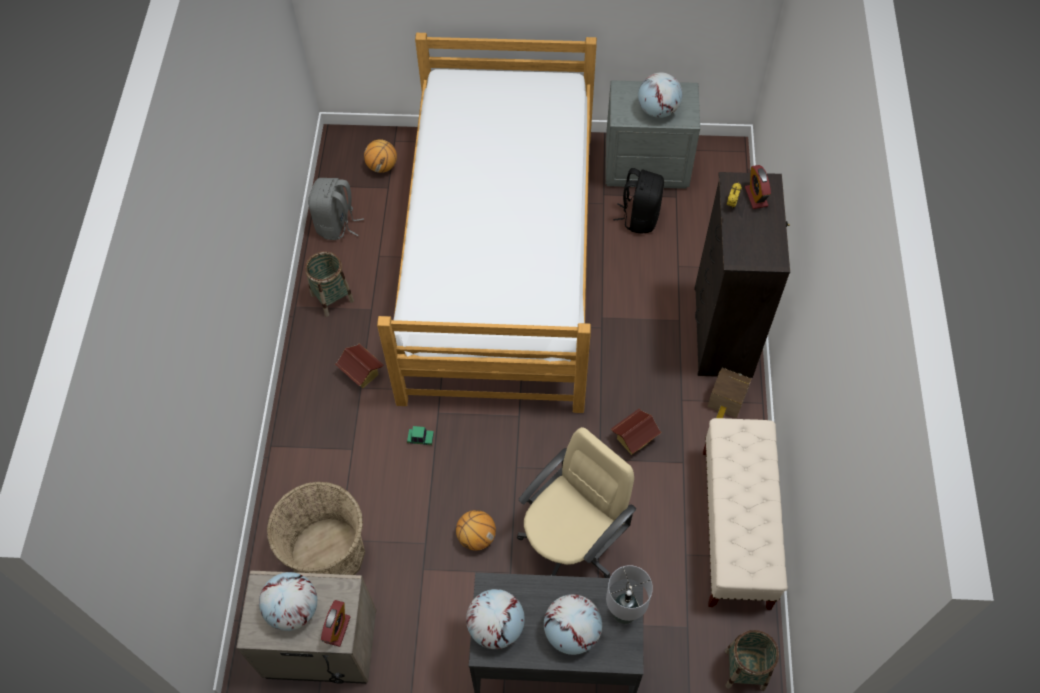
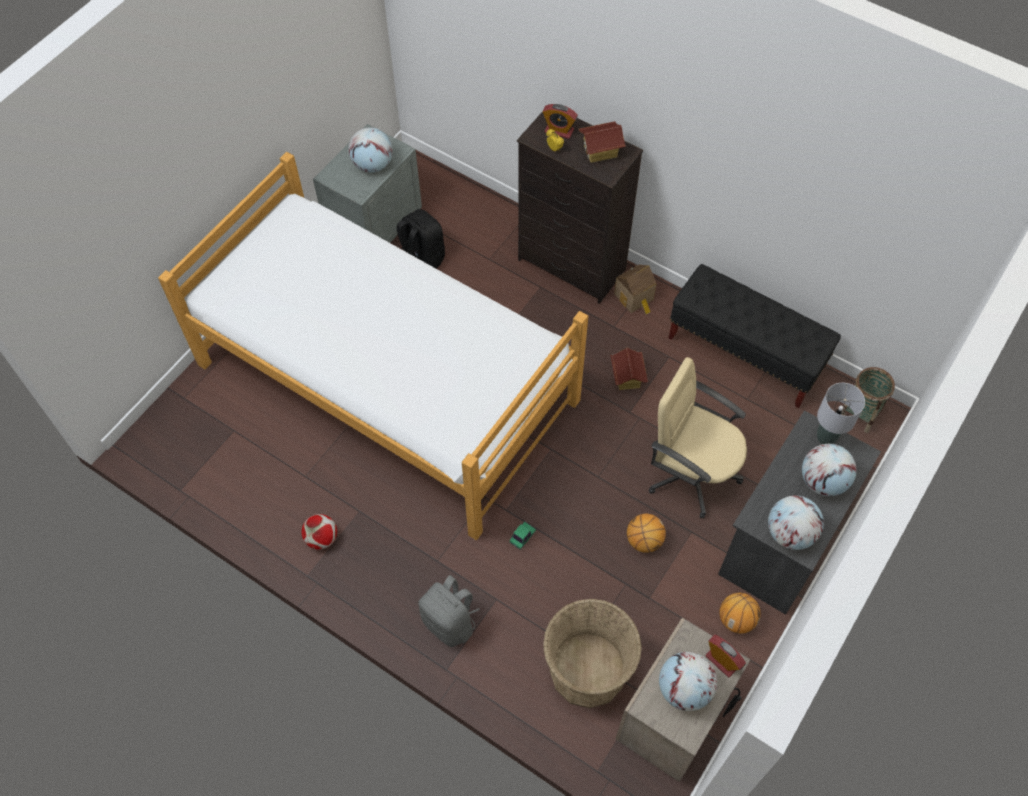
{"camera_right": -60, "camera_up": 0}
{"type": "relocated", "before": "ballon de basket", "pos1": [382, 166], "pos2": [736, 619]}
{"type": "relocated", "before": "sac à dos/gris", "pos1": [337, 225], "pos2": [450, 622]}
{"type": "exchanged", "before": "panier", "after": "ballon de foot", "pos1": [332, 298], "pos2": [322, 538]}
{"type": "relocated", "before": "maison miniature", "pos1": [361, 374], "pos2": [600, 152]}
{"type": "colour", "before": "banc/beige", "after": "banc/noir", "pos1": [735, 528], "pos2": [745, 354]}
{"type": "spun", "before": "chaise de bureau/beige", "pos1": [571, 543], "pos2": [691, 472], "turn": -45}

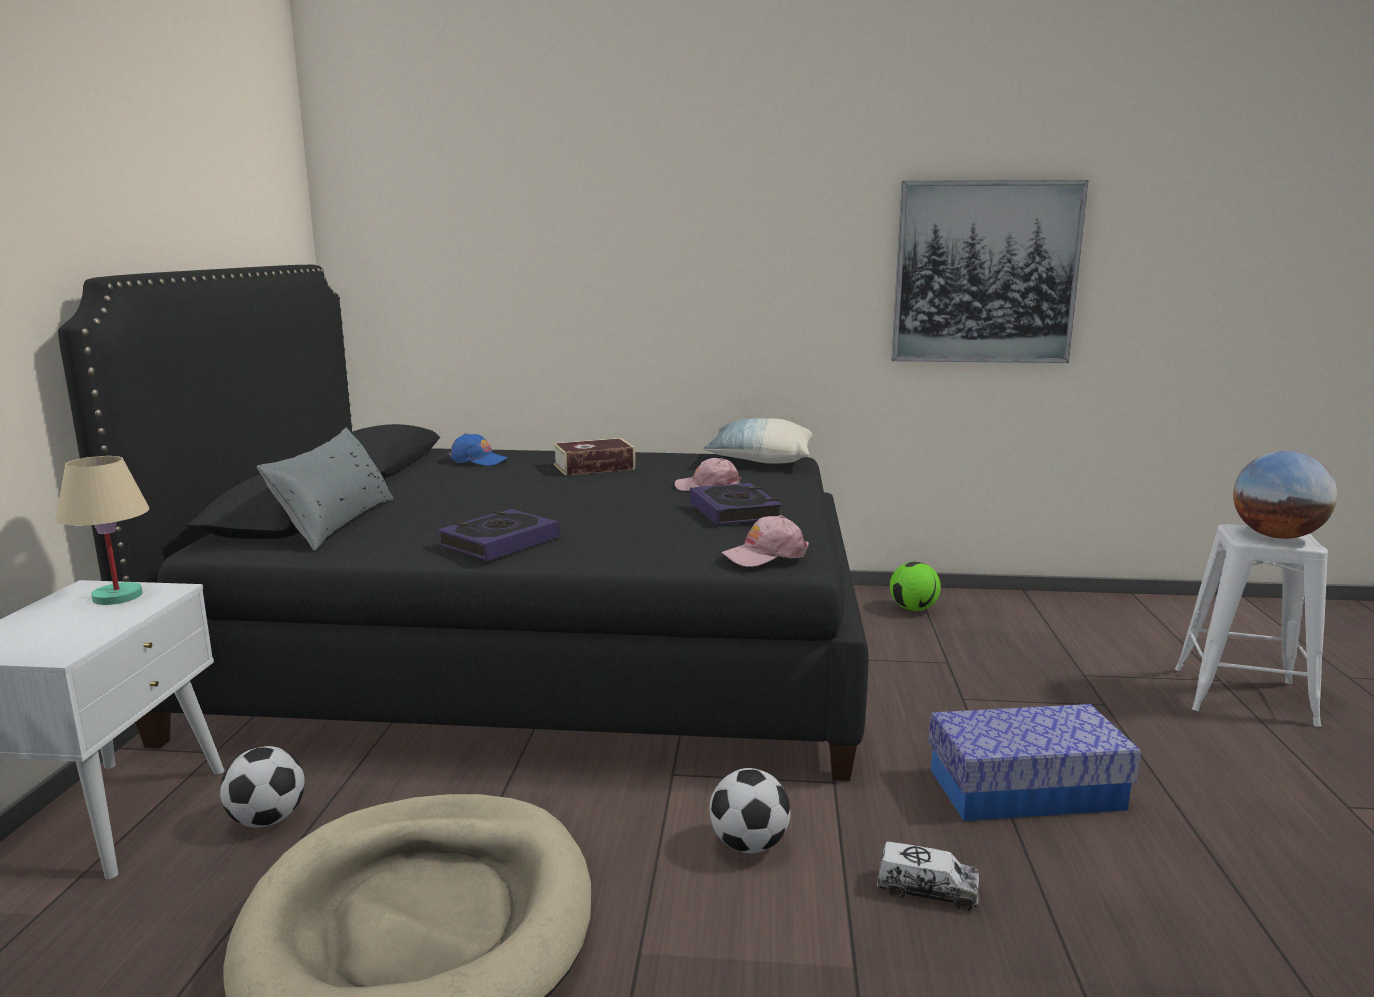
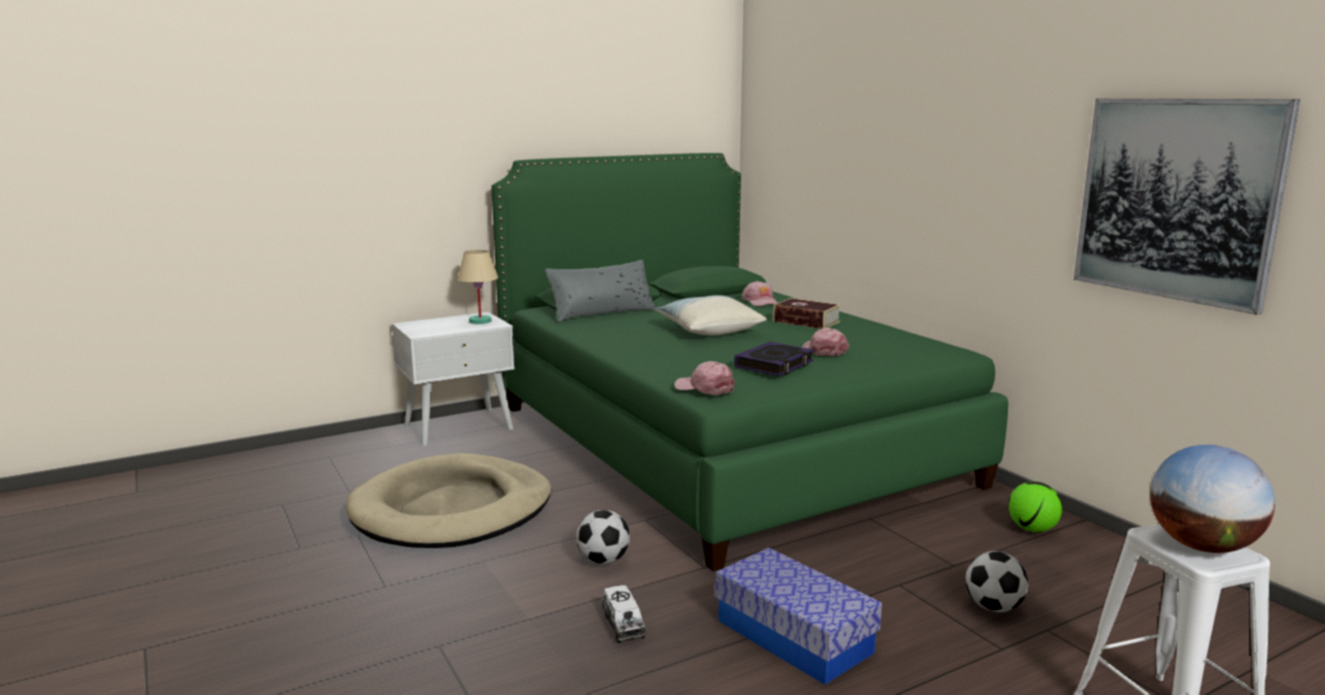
{"camera_right": 55, "camera_up": 0}
{"type": "colour", "before": "lit/noir", "after": "lit/vert", "pos1": [541, 655], "pos2": [721, 443]}
{"type": "relocated", "before": "coussin", "pos1": [760, 460], "pos2": [709, 330]}
{"type": "colour", "before": "casquette/bleu", "after": "casquette/rose", "pos1": [478, 460], "pos2": [760, 302]}
{"type": "missing", "before": "livre", "pos1": [499, 542]}
{"type": "relocated", "before": "ballon de foot", "pos1": [267, 820], "pos2": [993, 607]}

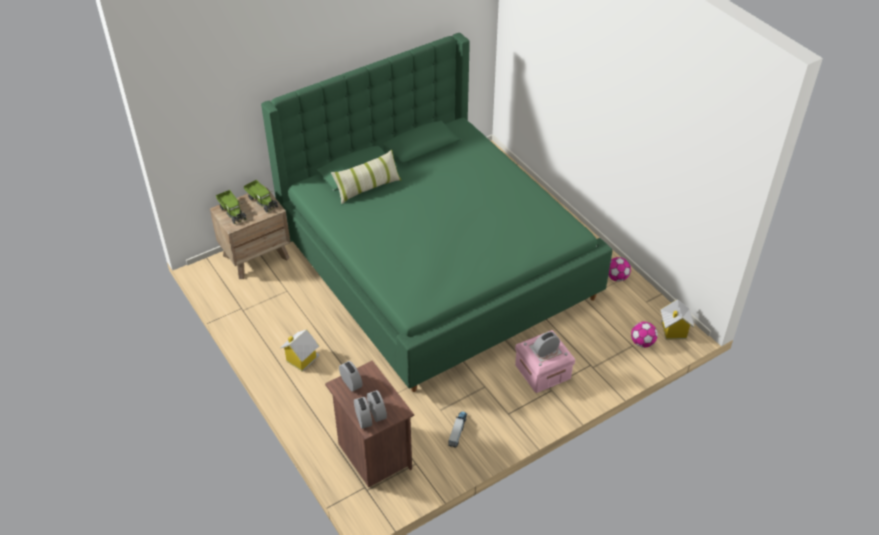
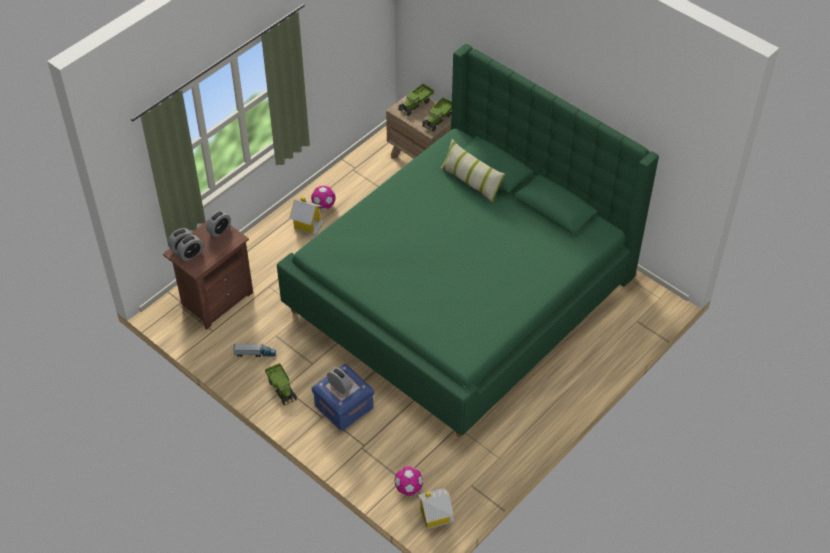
{"camera_right": 75, "camera_up": 5}
{"type": "relocated", "before": "ballon de foot", "pos1": [616, 277], "pos2": [324, 205]}
{"type": "colour", "before": "boîte de rangement/rose", "after": "boîte de rangement/bleu", "pos1": [543, 371], "pos2": [344, 406]}
{"type": "appeared", "after": "camion jouet", "pos2": [282, 388]}

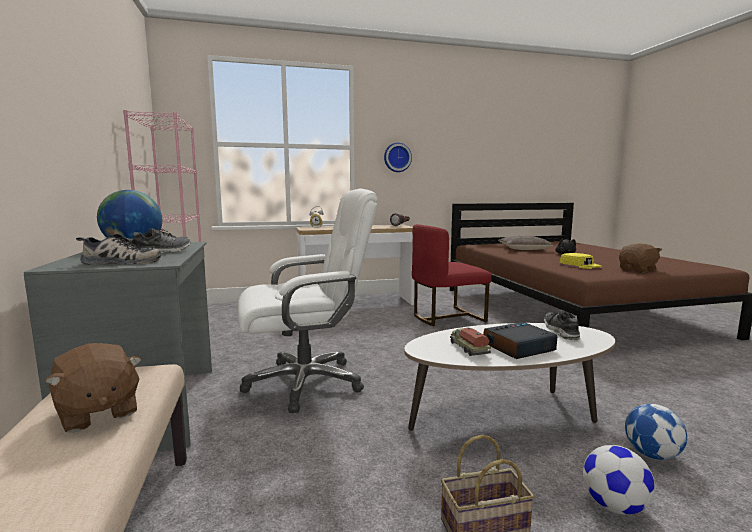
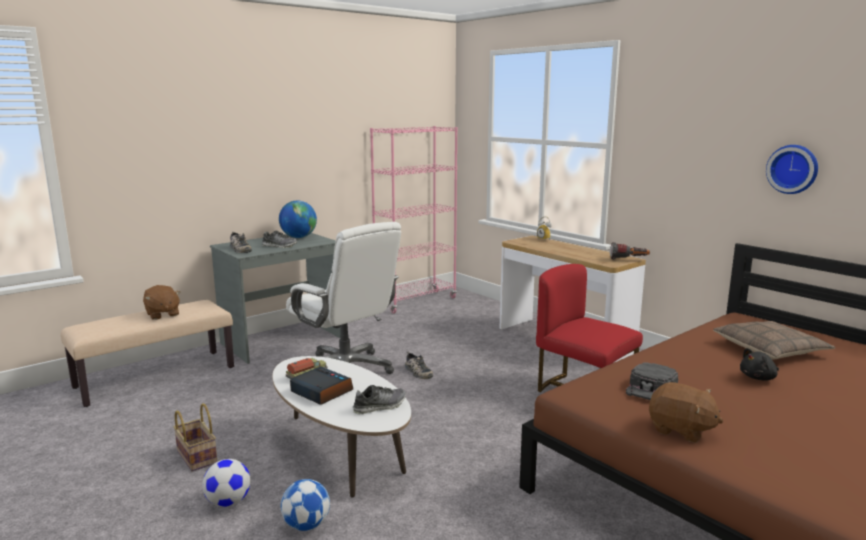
{"camera_right": 65, "camera_up": 5}
{"type": "relocated", "before": "horloge murale", "pos1": [397, 157], "pos2": [793, 169]}
{"type": "colour", "before": "casquette/jaune", "after": "casquette/noir", "pos1": [580, 265], "pos2": [651, 388]}
{"type": "spun", "before": "peluche/marron", "pos1": [97, 412], "pos2": [162, 314], "turn": -60}
{"type": "appeared", "after": "chaussure", "pos2": [417, 372]}

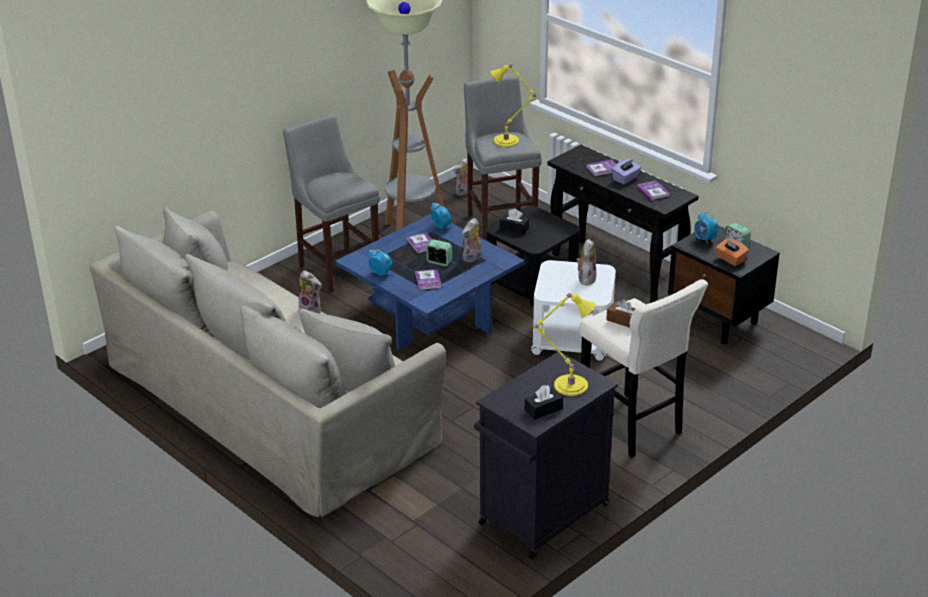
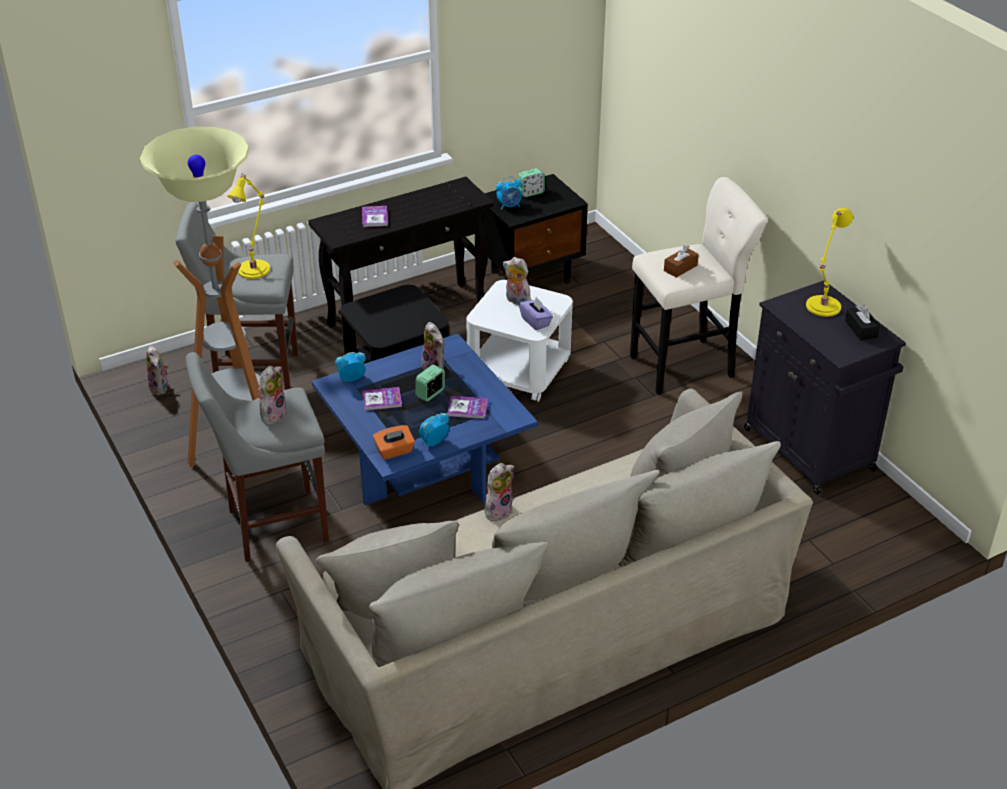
{"camera_right": -75, "camera_up": 5}
{"type": "relocated", "before": "boîte à mouchoirs/violet", "pos1": [625, 179], "pos2": [536, 321]}
{"type": "missing", "before": "livre", "pos1": [652, 191]}
{"type": "missing", "before": "boîte à mouchoirs/noir", "pos1": [514, 229]}
{"type": "relocated", "before": "boîte à mouchoirs/orange", "pos1": [730, 259], "pos2": [394, 451]}
{"type": "appeared", "after": "peluche", "pos2": [273, 414]}

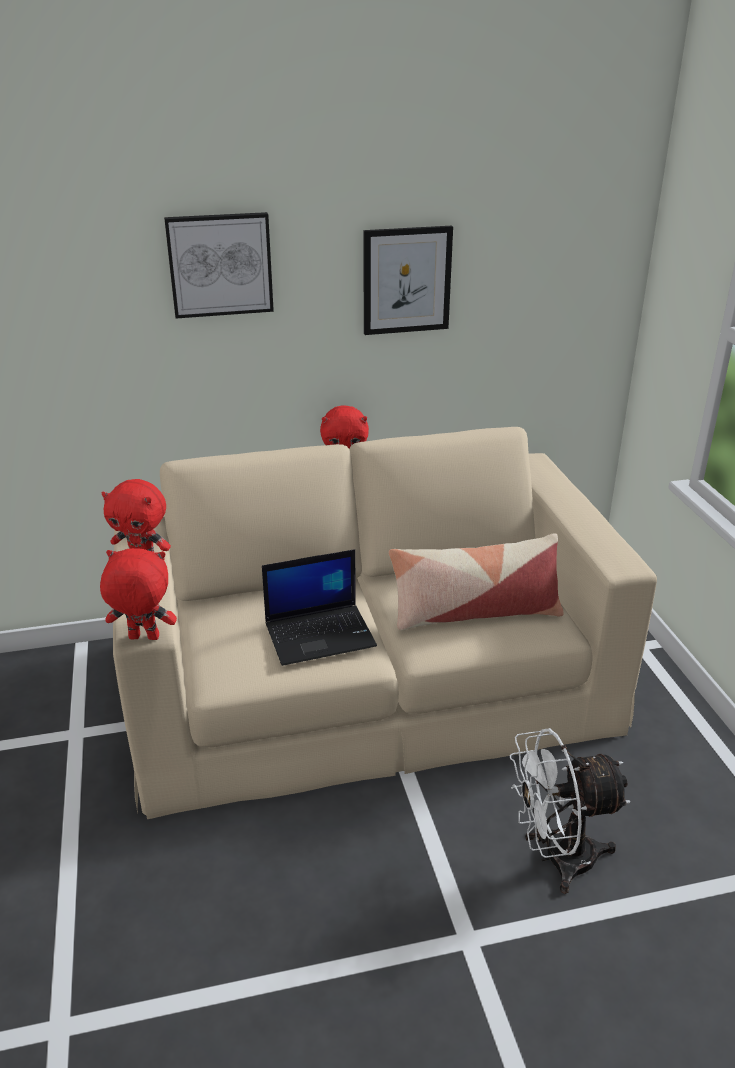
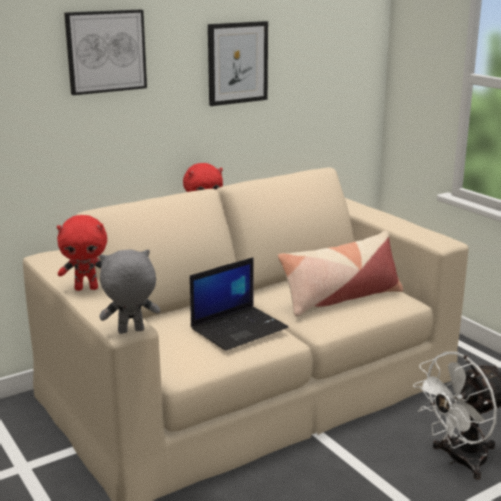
{"camera_right": -20, "camera_up": -10}
{"type": "colour", "before": "peluche/rouge", "after": "peluche/gris", "pos1": [143, 638], "pos2": [130, 332]}

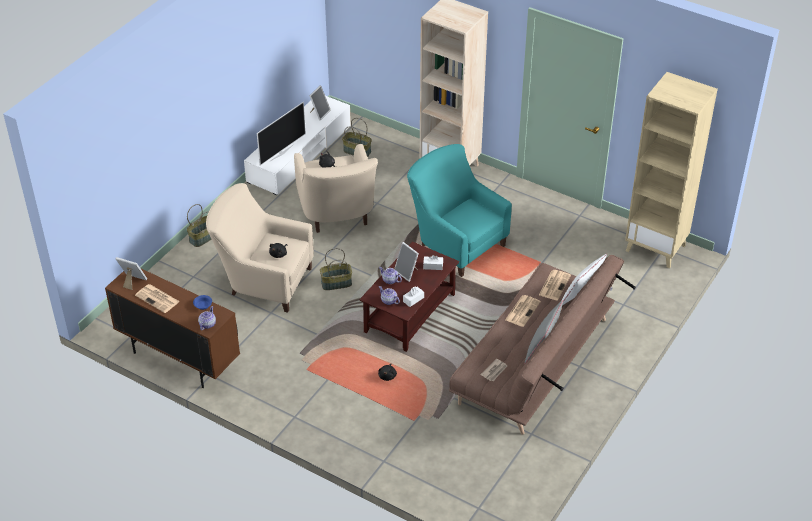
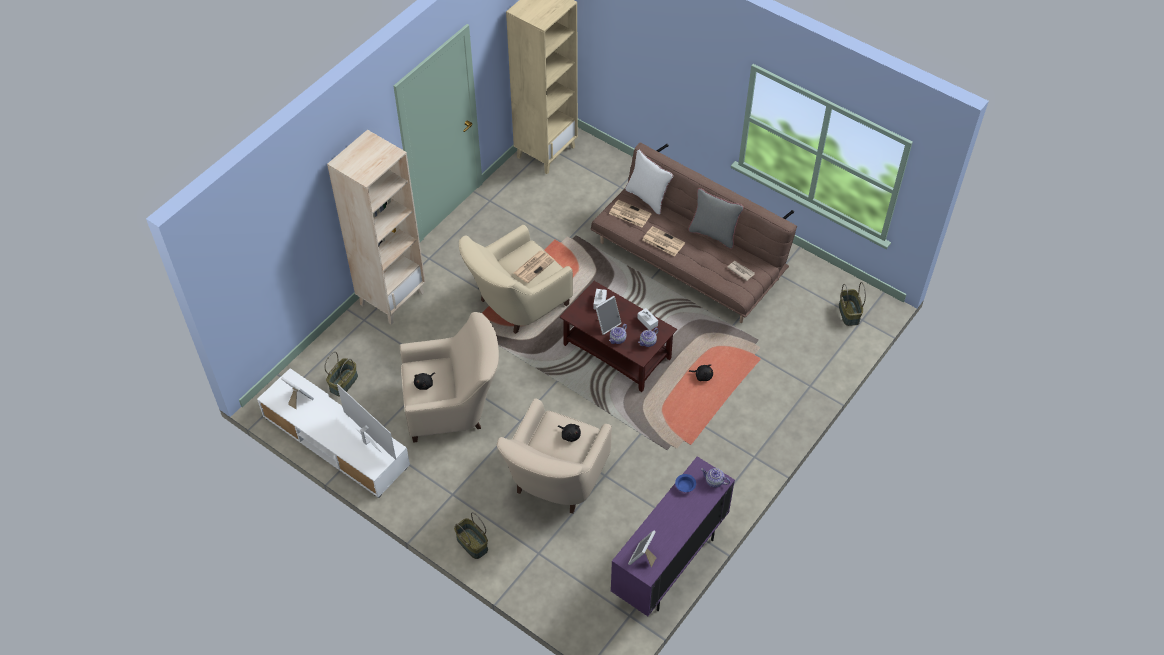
{"camera_right": -85, "camera_up": 10}
{"type": "colour", "before": "fauteuil/turquoise", "after": "fauteuil/beige", "pos1": [455, 242], "pos2": [516, 305]}
{"type": "relocated", "before": "panier", "pos1": [336, 283], "pos2": [849, 313]}
{"type": "colour", "before": "meuble de rangement/marron", "after": "meuble de rangement/violet", "pos1": [179, 359], "pos2": [669, 564]}
{"type": "relocated", "before": "journal", "pos1": [158, 299], "pos2": [534, 266]}

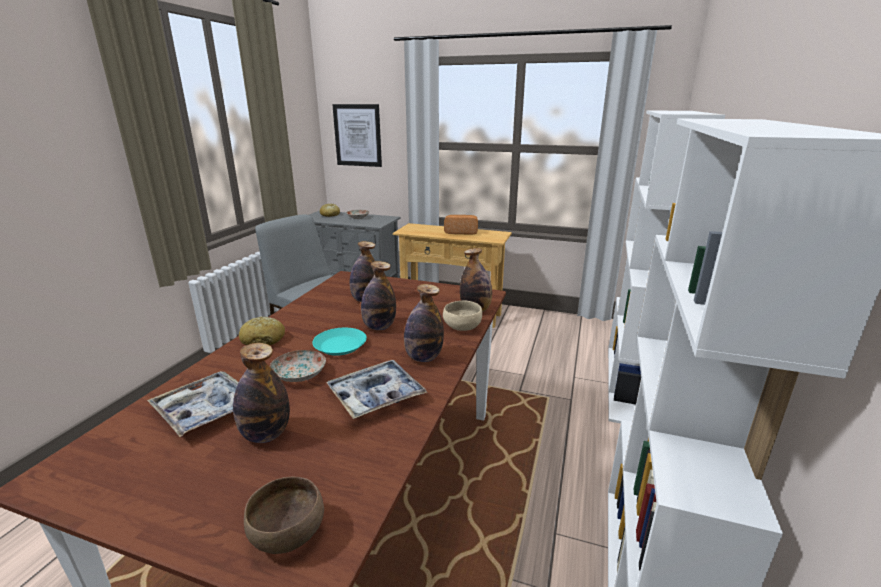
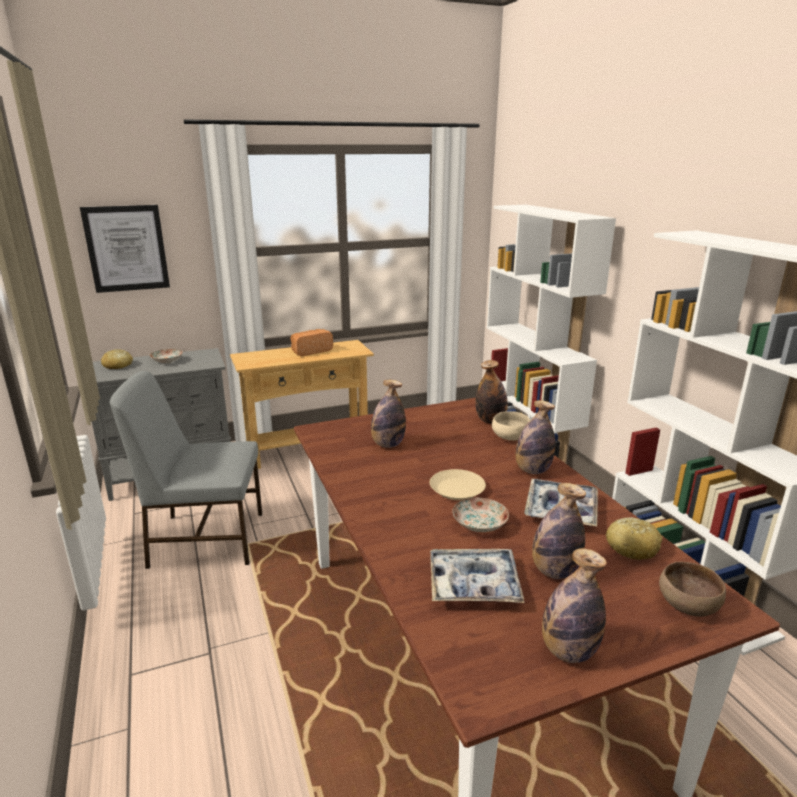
{"camera_right": -40, "camera_up": 0}
{"type": "relocated", "before": "bouteille", "pos1": [379, 327], "pos2": [568, 651]}
{"type": "relocated", "before": "pain", "pos1": [263, 340], "pos2": [632, 547]}
{"type": "colour", "before": "assiette/turquoise", "after": "assiette/beige", "pos1": [340, 346], "pos2": [457, 490]}

